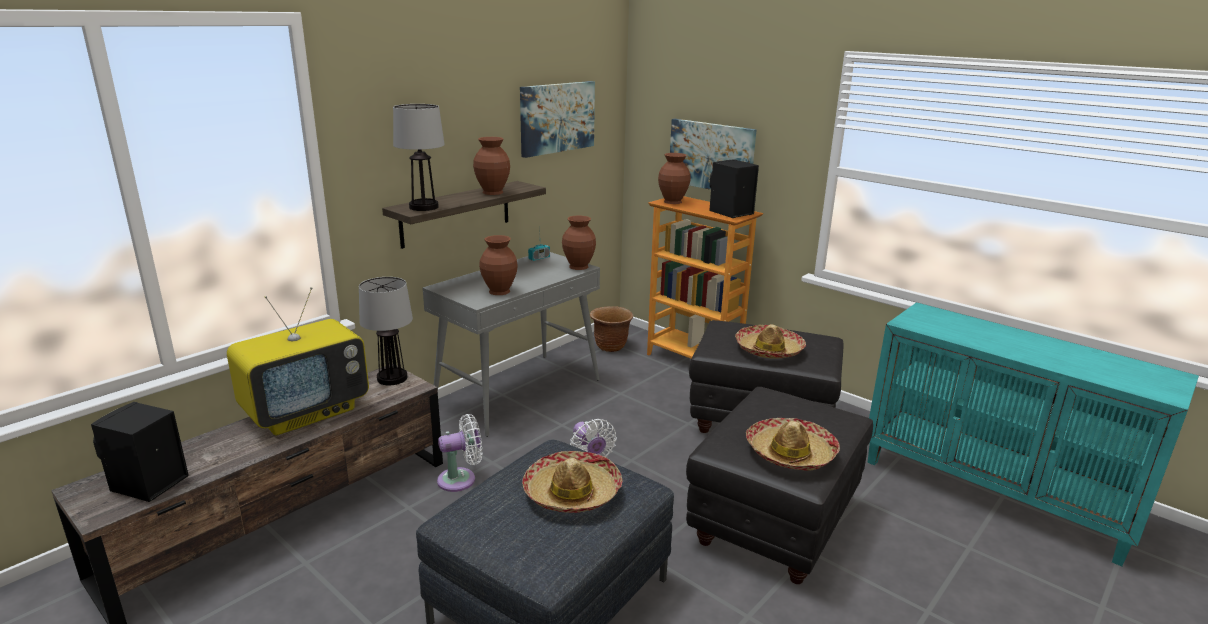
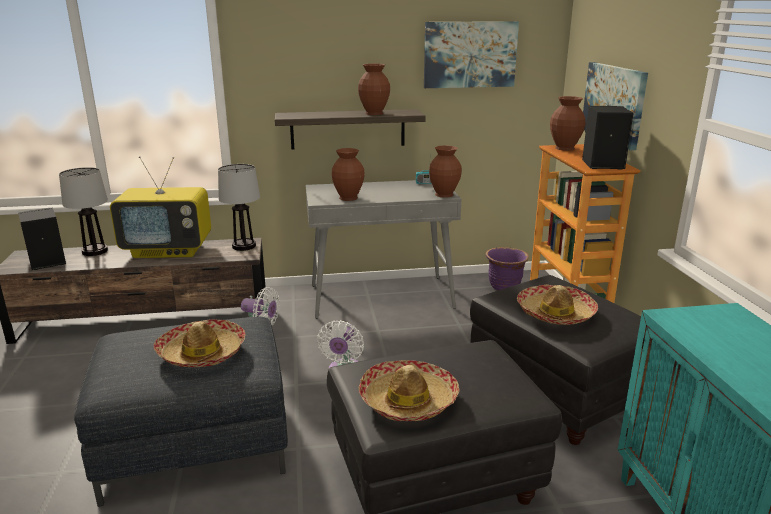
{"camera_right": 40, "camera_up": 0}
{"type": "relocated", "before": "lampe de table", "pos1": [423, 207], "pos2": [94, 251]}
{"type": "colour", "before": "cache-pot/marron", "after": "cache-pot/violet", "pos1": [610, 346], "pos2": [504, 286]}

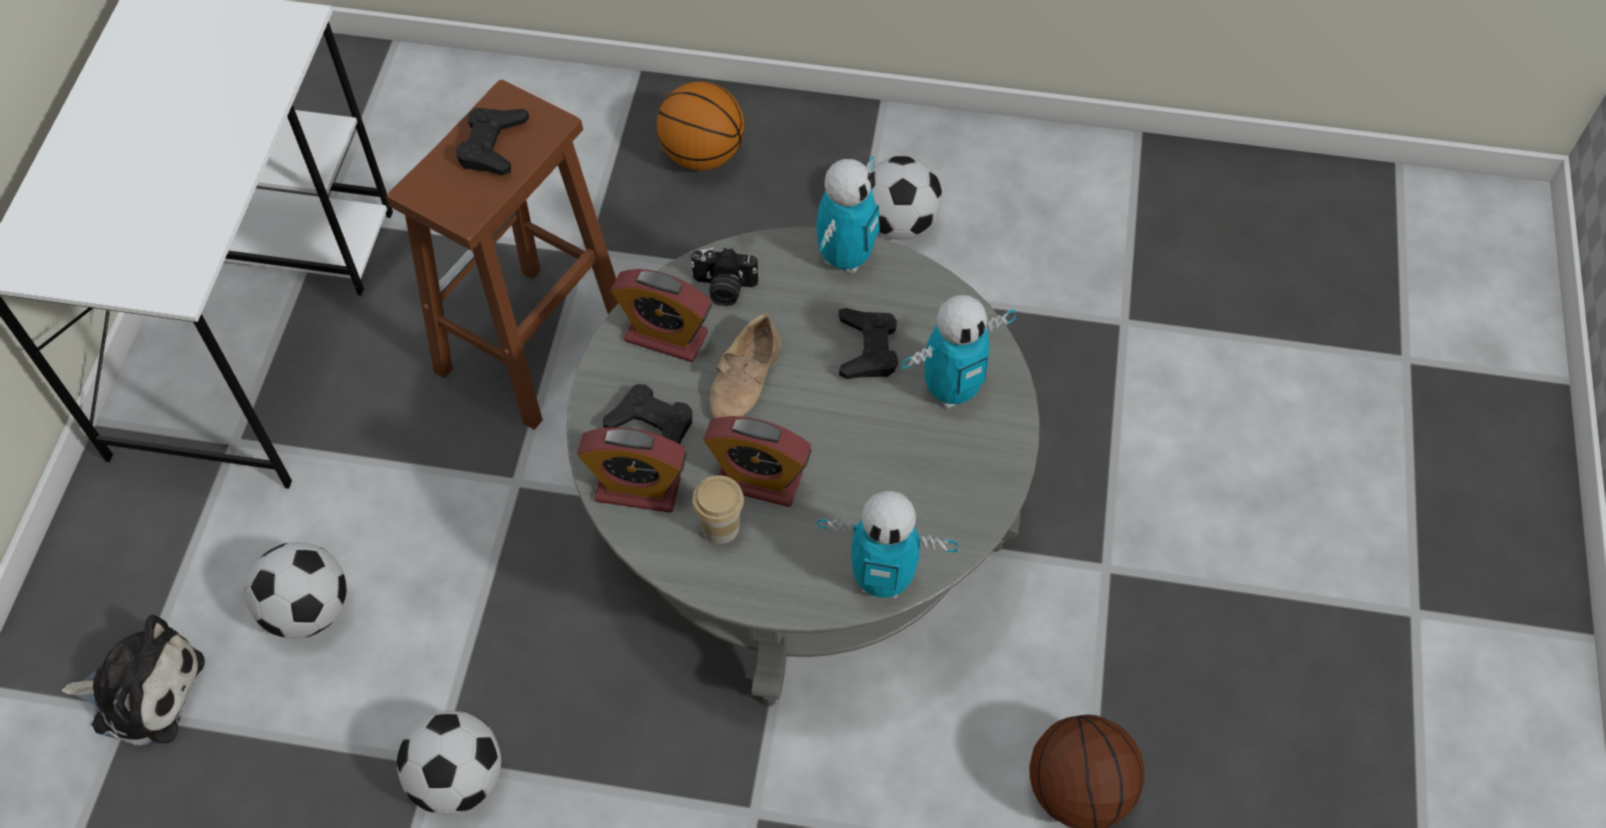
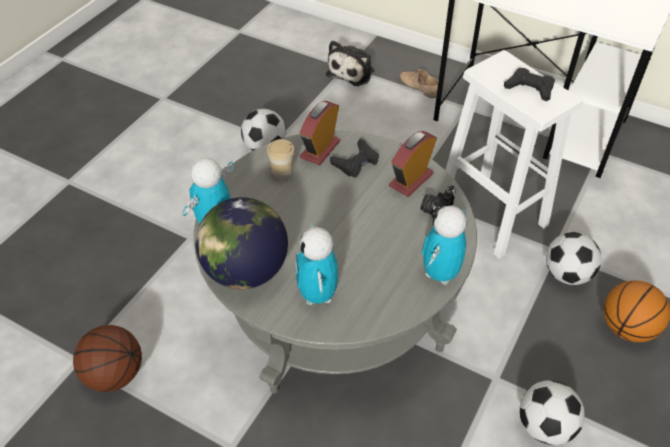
{"camera_right": 110, "camera_up": -10}
{"type": "colour", "before": "tabouret/marron", "after": "tabouret/blanc", "pos1": [531, 348], "pos2": [489, 214]}
{"type": "spun", "before": "robot jouet", "pos1": [845, 257], "pos2": [440, 274], "turn": 75}
{"type": "missing", "before": "manette/noir", "pos1": [867, 348]}
{"type": "relocated", "before": "chaussure/beige", "pos1": [748, 379], "pos2": [419, 87]}
{"type": "missing", "before": "réveil", "pos1": [758, 480]}
{"type": "relocated", "before": "ballon de foot", "pos1": [308, 610], "pos2": [567, 274]}
{"type": "appeared", "after": "globe", "pos2": [245, 271]}

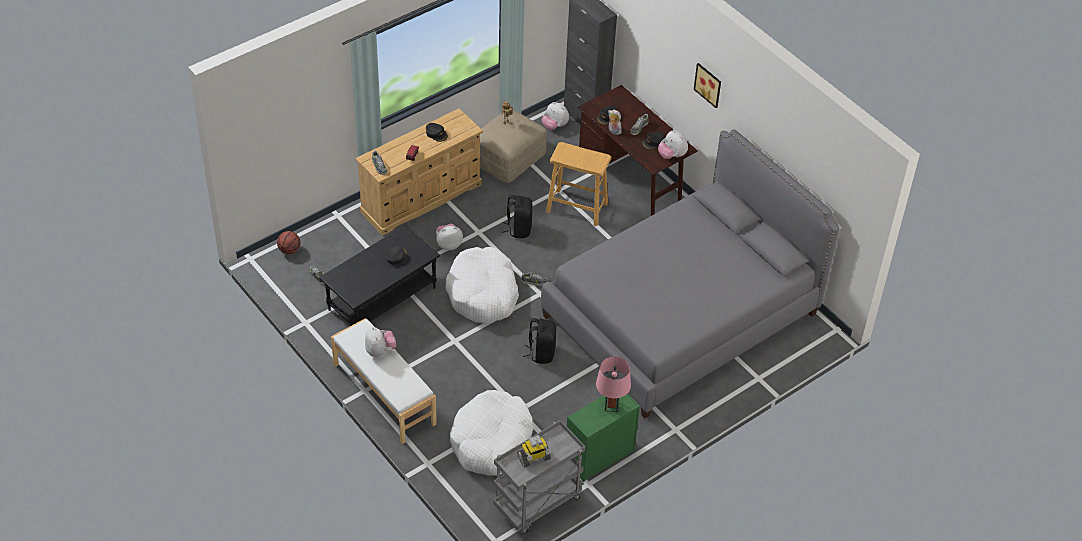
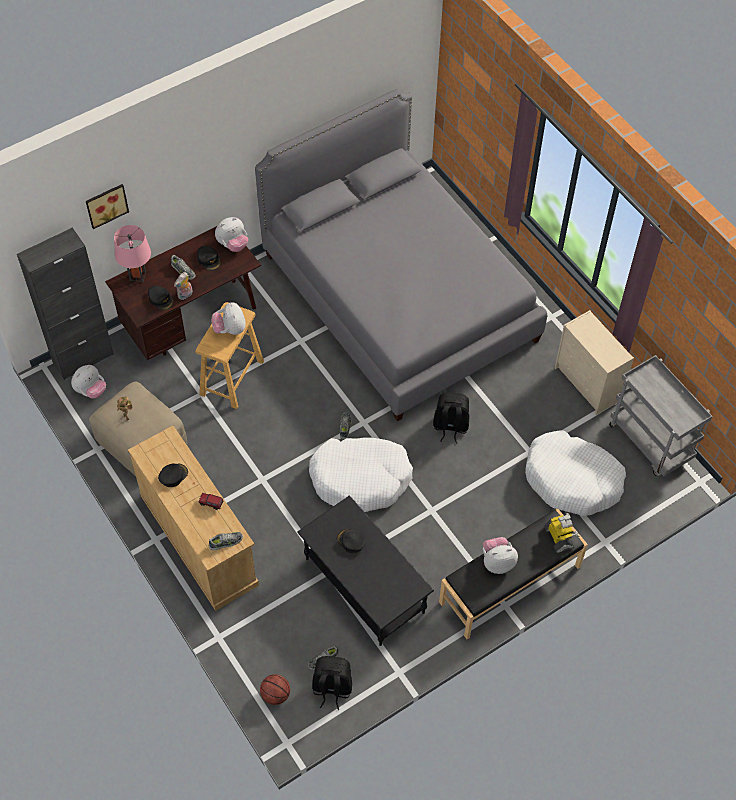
{"camera_right": -85, "camera_up": 10}
{"type": "relocated", "before": "tableau", "pos1": [709, 84], "pos2": [106, 204]}
{"type": "relocated", "before": "sac à dos/noir", "pos1": [518, 229], "pos2": [331, 688]}
{"type": "relocated", "before": "peluche", "pos1": [448, 244], "pos2": [230, 329]}
{"type": "colour", "before": "banc/blanc", "after": "banc/noir", "pos1": [383, 394], "pos2": [510, 585]}
{"type": "relocated", "before": "lampe de table/rose", "pos1": [611, 406], "pos2": [137, 276]}
{"type": "colour", "before": "commode/vert", "after": "commode/beige", "pos1": [598, 456], "pos2": [588, 384]}
{"type": "relocated", "before": "robot jouet", "pos1": [533, 458], "pos2": [559, 537]}

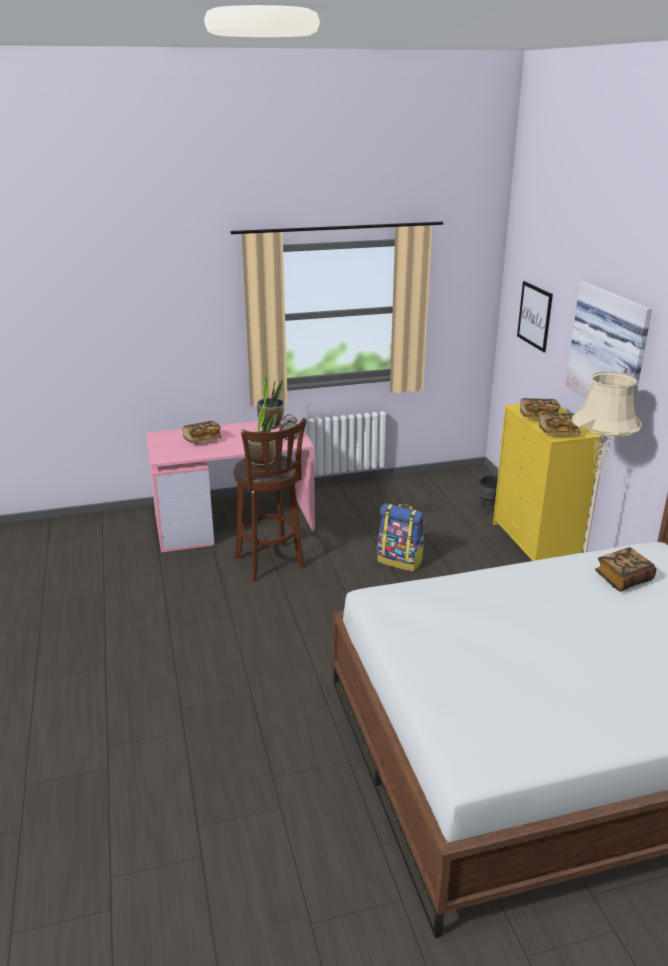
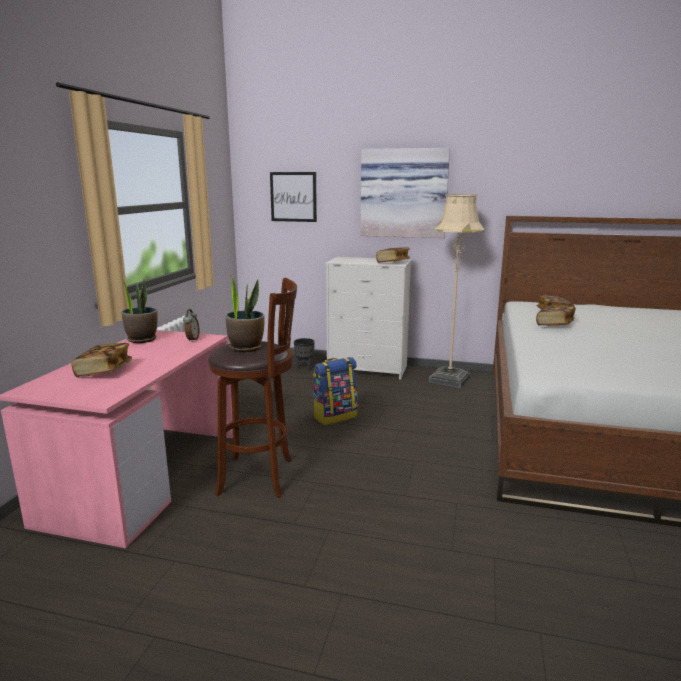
{"camera_right": -60, "camera_up": -10}
{"type": "relocated", "before": "livre", "pos1": [538, 417], "pos2": [554, 324]}
{"type": "colour", "before": "commode/jaune", "after": "commode/blanc", "pos1": [535, 542], "pos2": [368, 369]}

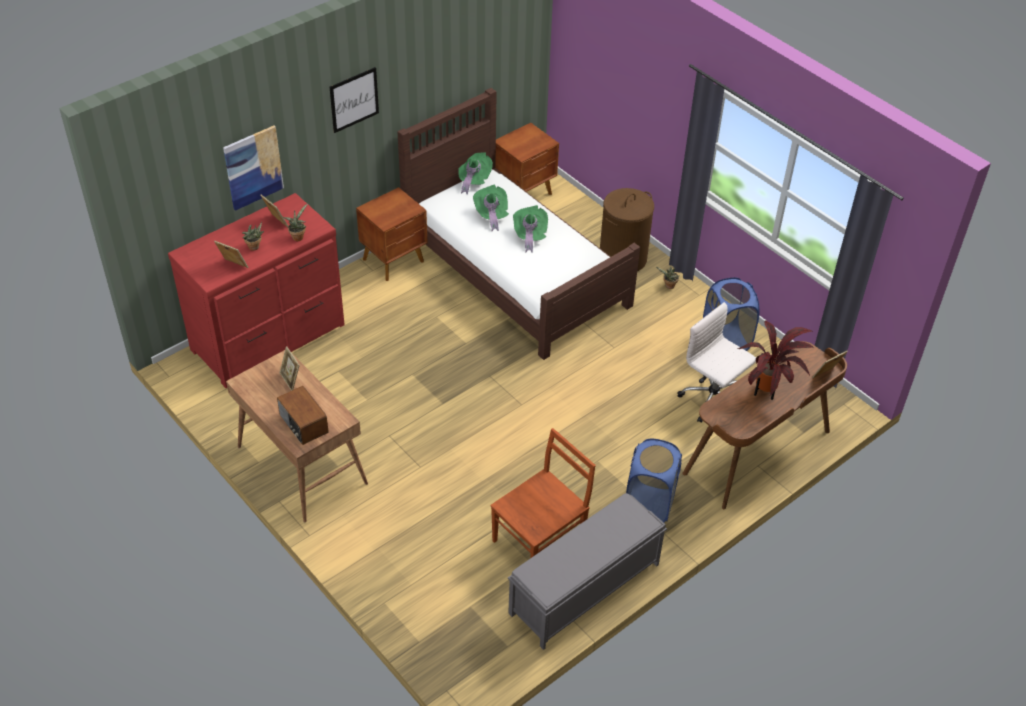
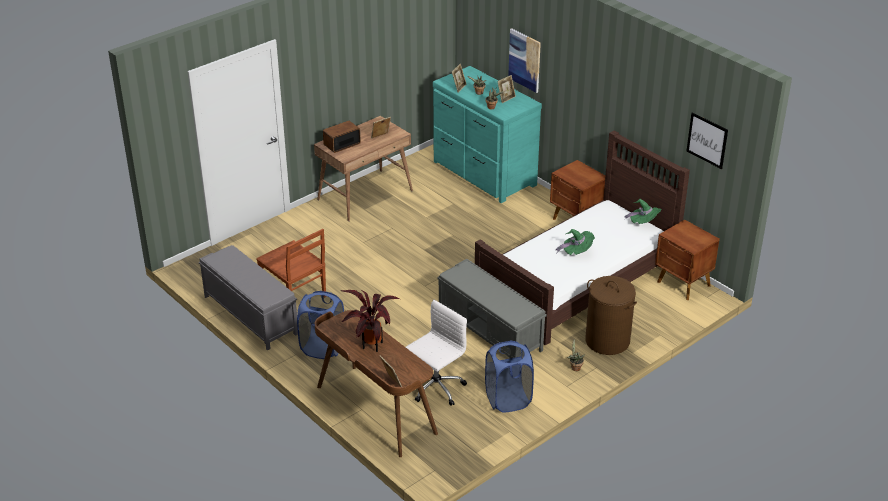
{"camera_right": 90, "camera_up": -10}
{"type": "relocated", "before": "tableau", "pos1": [354, 99], "pos2": [707, 140]}
{"type": "missing", "before": "chapeau/vert", "pos1": [491, 215]}
{"type": "colour", "before": "commode/rouge", "after": "commode/turquoise", "pos1": [270, 338], "pos2": [483, 174]}
{"type": "appeared", "after": "banc/gris", "pos2": [490, 331]}

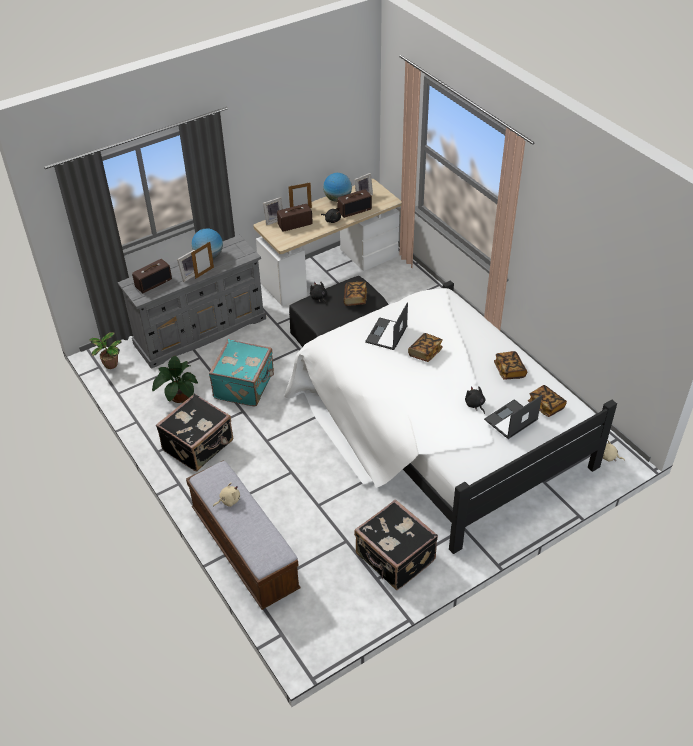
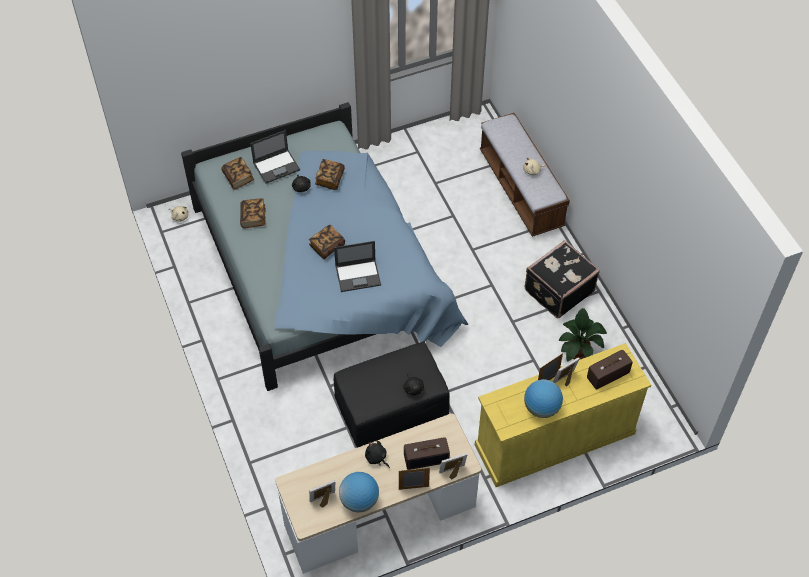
{"camera_right": -170, "camera_up": 10}
{"type": "missing", "before": "radio", "pos1": [354, 210]}
{"type": "colour", "before": "commode/gris", "after": "commode/jaune", "pos1": [201, 331], "pos2": [554, 440]}
{"type": "colour", "before": "lit/blanc", "after": "lit/bleu", "pos1": [438, 428], "pos2": [322, 270]}
{"type": "relocated", "before": "livre", "pos1": [355, 299], "pos2": [330, 179]}
{"type": "spun", "before": "ordinateur portable", "pos1": [386, 334], "pos2": [358, 275], "turn": 45}
{"type": "missing", "before": "plante en pot", "pos1": [110, 365]}
{"type": "missing", "before": "valise/turquoise", "pos1": [245, 386]}
{"type": "missing", "before": "valise/noir", "pos1": [394, 558]}

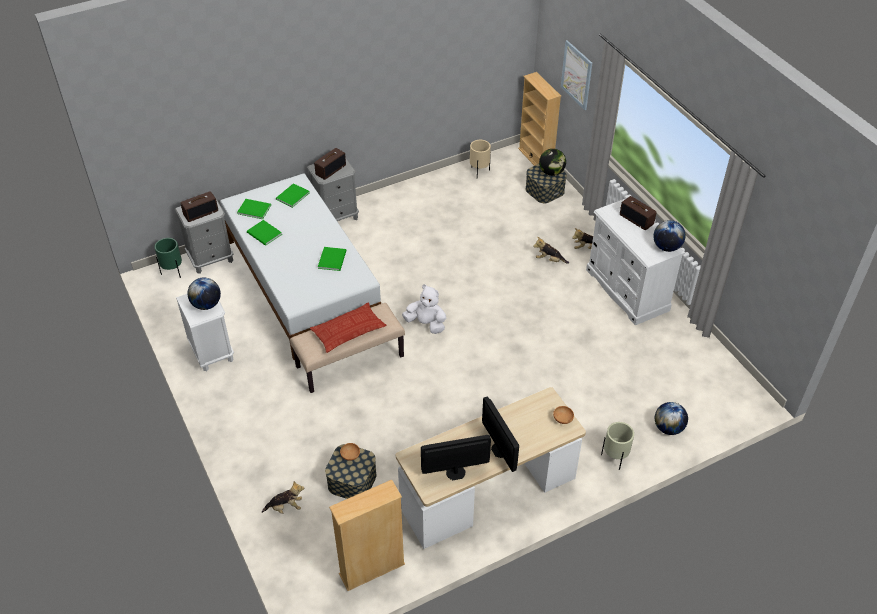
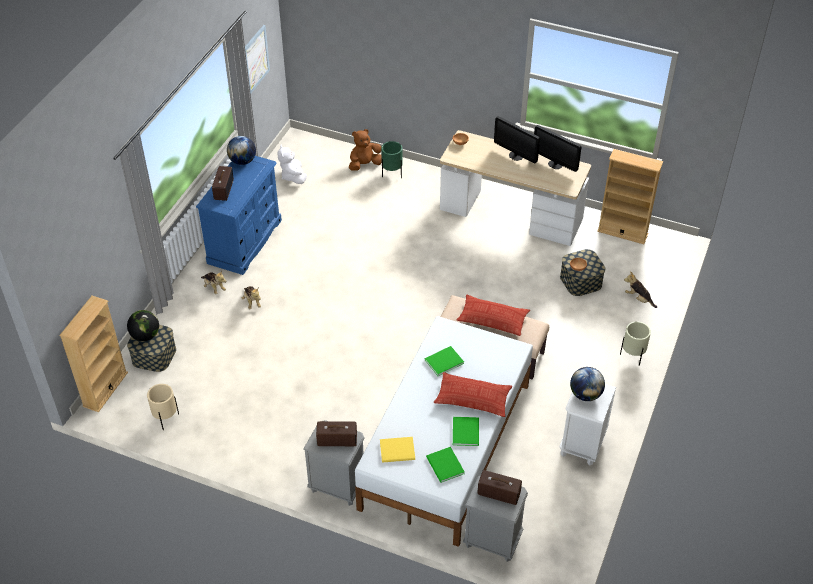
{"camera_right": -130, "camera_up": 0}
{"type": "relocated", "before": "tableau", "pos1": [576, 75], "pos2": [255, 59]}
{"type": "colour", "before": "livre/vert", "after": "livre/jaune", "pos1": [291, 196], "pos2": [398, 451]}
{"type": "colour", "before": "commode/blanc", "after": "commode/bleu", "pos1": [627, 290], "pos2": [245, 241]}
{"type": "relocated", "before": "cache-pot/vert", "pos1": [173, 272], "pos2": [392, 174]}
{"type": "relocated", "before": "peluche/blanc", "pos1": [426, 323], "pos2": [293, 176]}
{"type": "spun", "before": "écran d'ordinateur", "pos1": [500, 450], "pos2": [516, 156], "turn": 105}
{"type": "exchanged", "before": "globe", "after": "peluche/marron", "pos1": [668, 428], "pos2": [365, 164]}
{"type": "relocated", "before": "cache-pot/beige", "pos1": [614, 458], "pos2": [632, 356]}
{"type": "appeared", "after": "coussin", "pos2": [473, 398]}

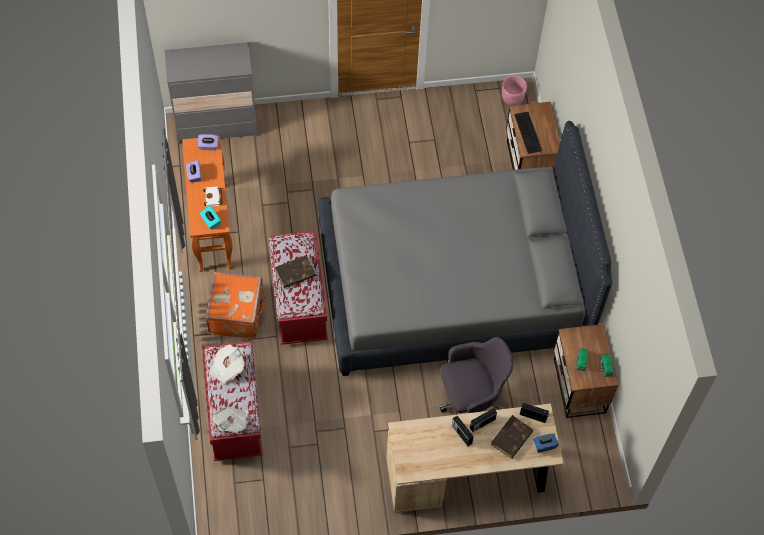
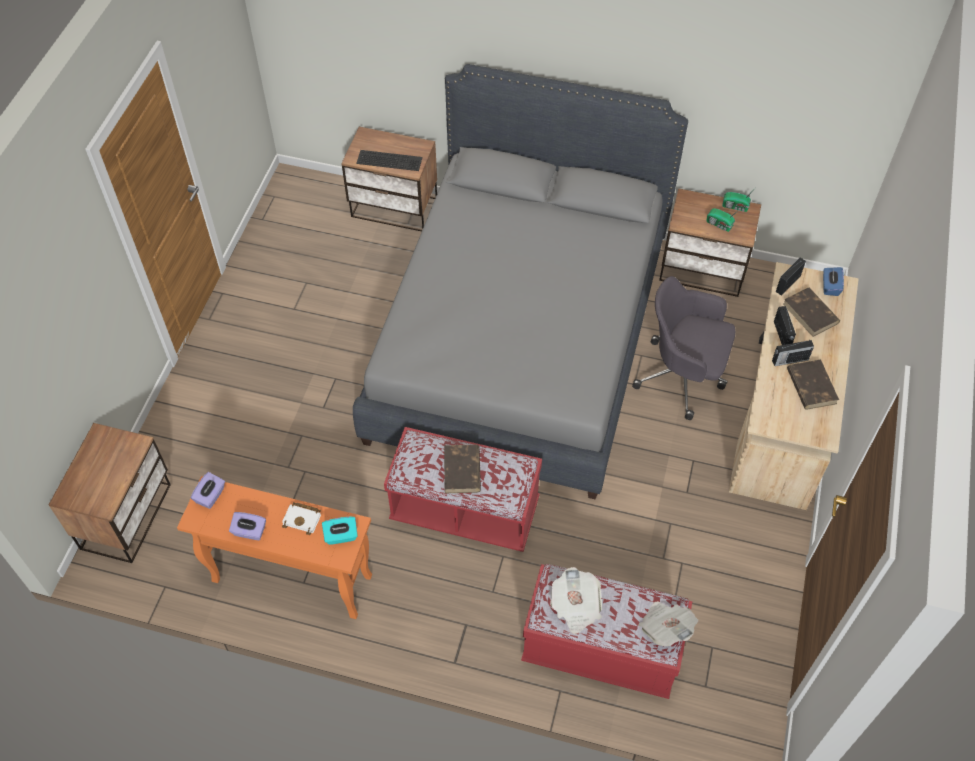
{"camera_right": -65, "camera_up": -5}
{"type": "exchanged", "before": "commode/gris", "after": "table de chevet", "pos1": [216, 125], "pos2": [128, 516]}
{"type": "missing", "before": "cache-pot/rose", "pos1": [512, 98]}
{"type": "missing", "before": "valise/orange", "pos1": [237, 314]}
{"type": "spun", "before": "chaise de bureau/gris", "pos1": [471, 400], "pos2": [682, 376], "turn": -75}
{"type": "appeared", "after": "livre/marron", "pos2": [811, 386]}

